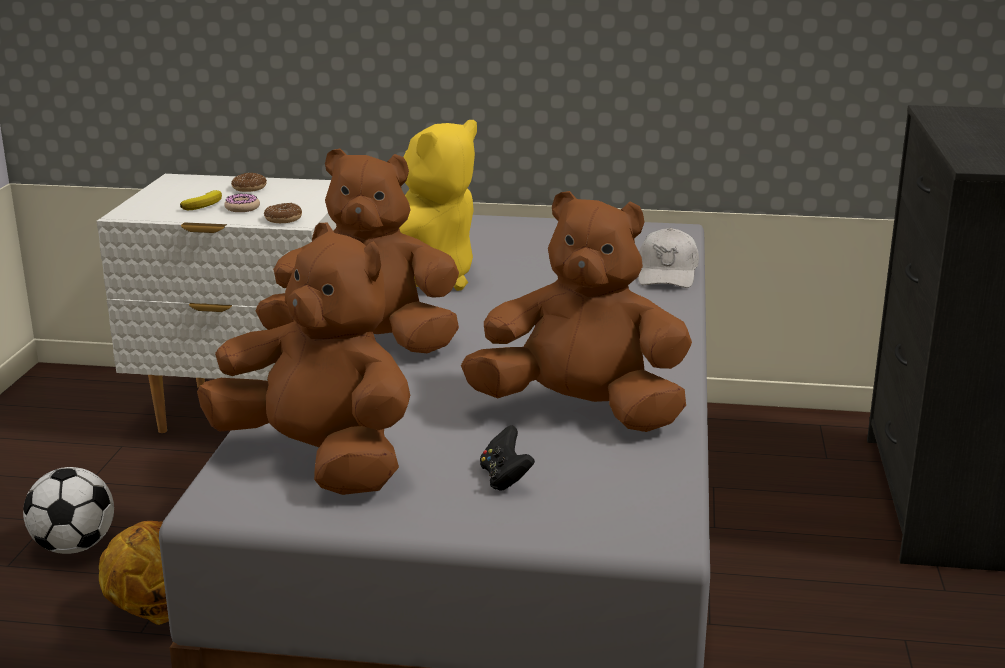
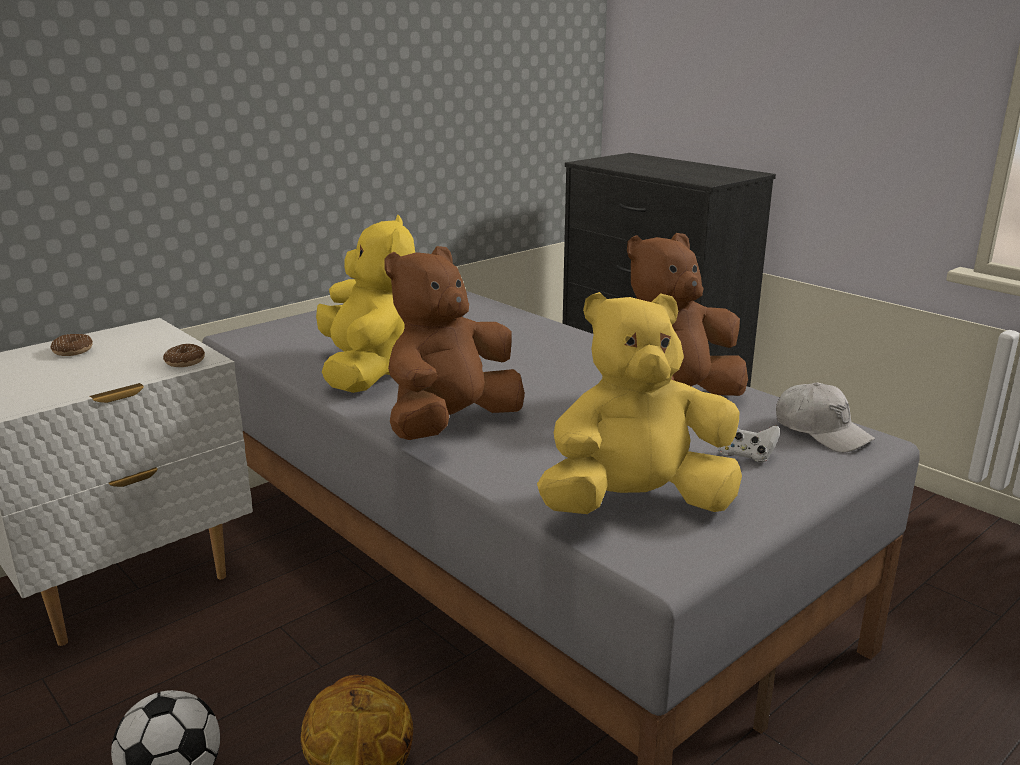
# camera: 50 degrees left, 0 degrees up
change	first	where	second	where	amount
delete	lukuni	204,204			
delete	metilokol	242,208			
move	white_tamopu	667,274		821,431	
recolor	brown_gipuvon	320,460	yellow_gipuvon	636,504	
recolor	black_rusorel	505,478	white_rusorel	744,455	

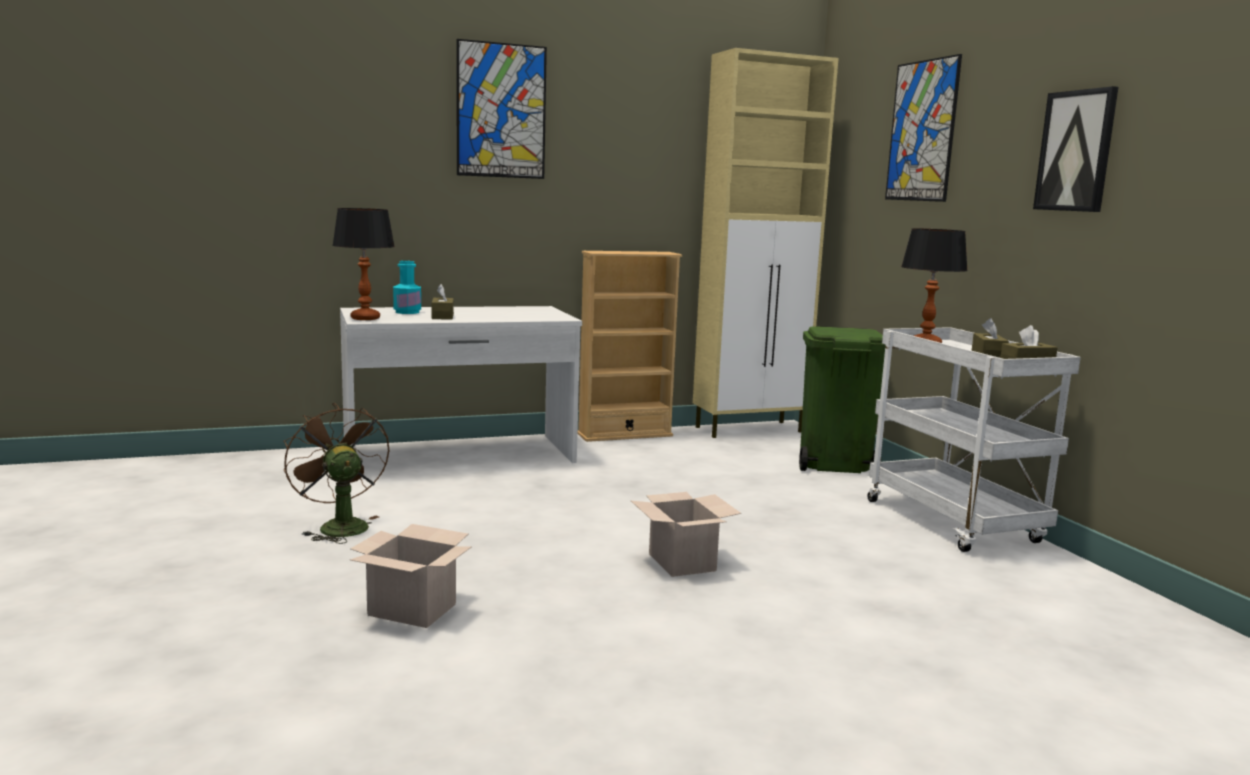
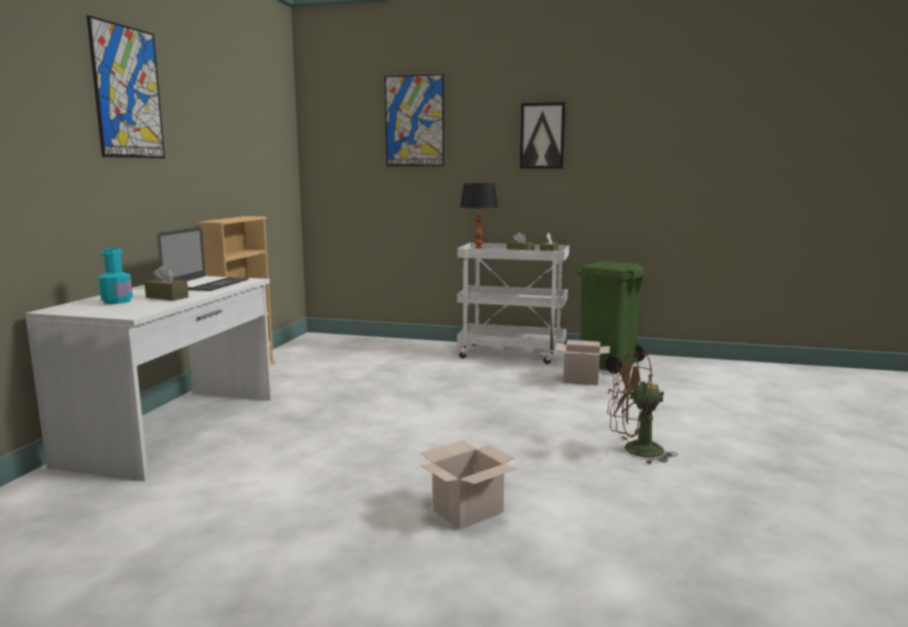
# camera: 55 degrees left, 0 degrees up
change	first	where	second	where	amount
delete	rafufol	365,318			
delete	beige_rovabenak	750,429			
insert			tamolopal	206,284	
move	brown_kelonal	338,526		635,451	
move	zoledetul	683,563		582,379	
move	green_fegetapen	833,464		607,364	

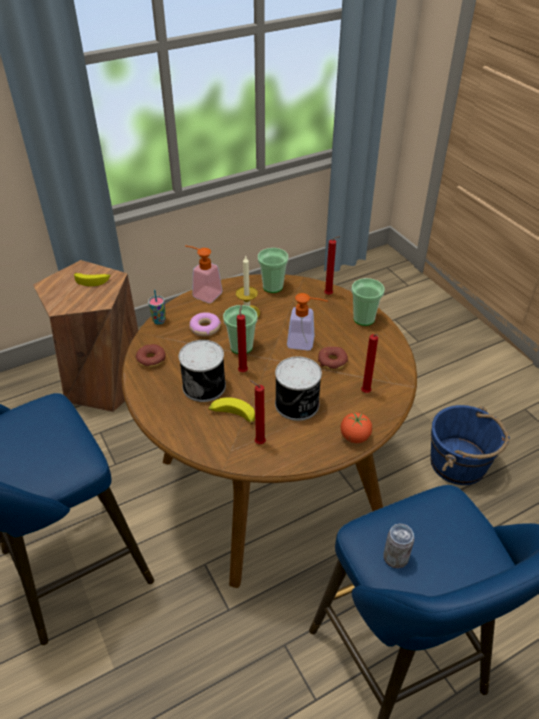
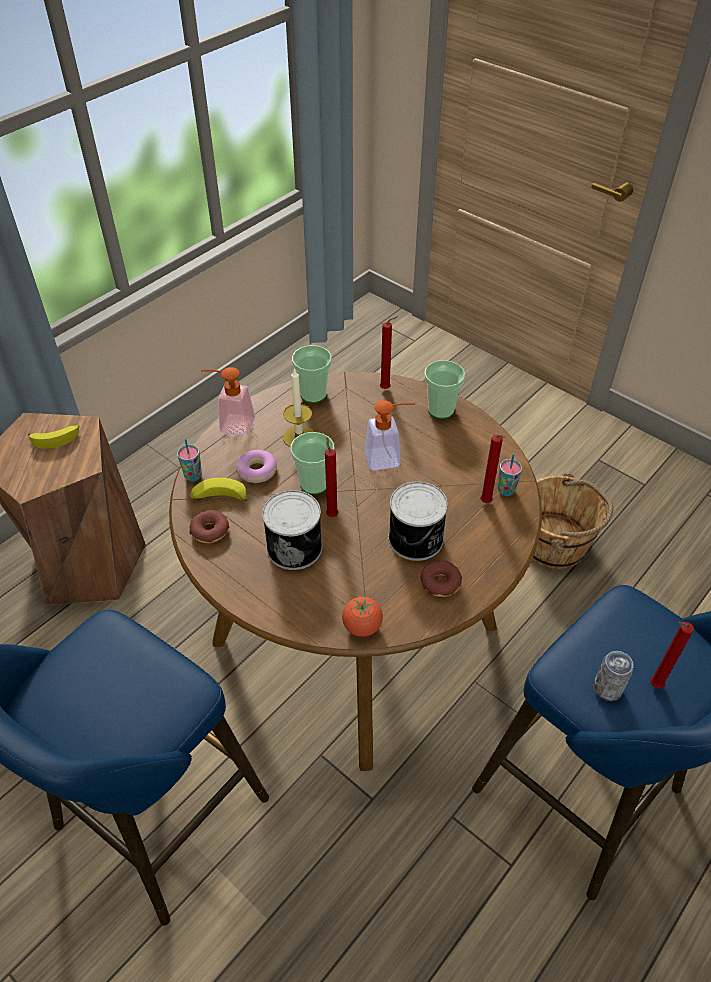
# camera: 20 degrees left, 5 degrees up
change	first	where	second	where	amount
insert			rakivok	506,491	
move	lukuni	232,415		219,498	
move	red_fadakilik	258,442		653,685	
move	metilokol	332,361		440,583	
move	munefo	355,437		362,626	
recolor	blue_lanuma	459,463	brown_lanuma	555,544	

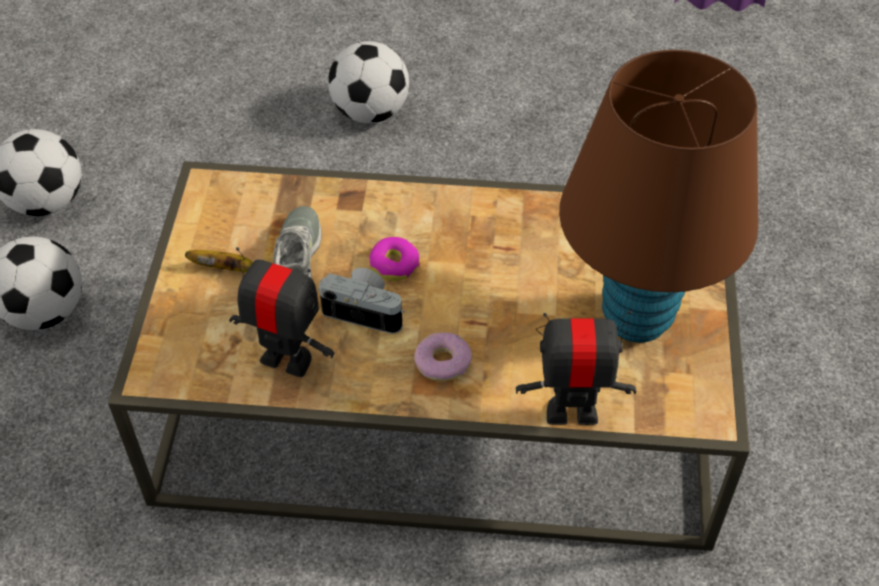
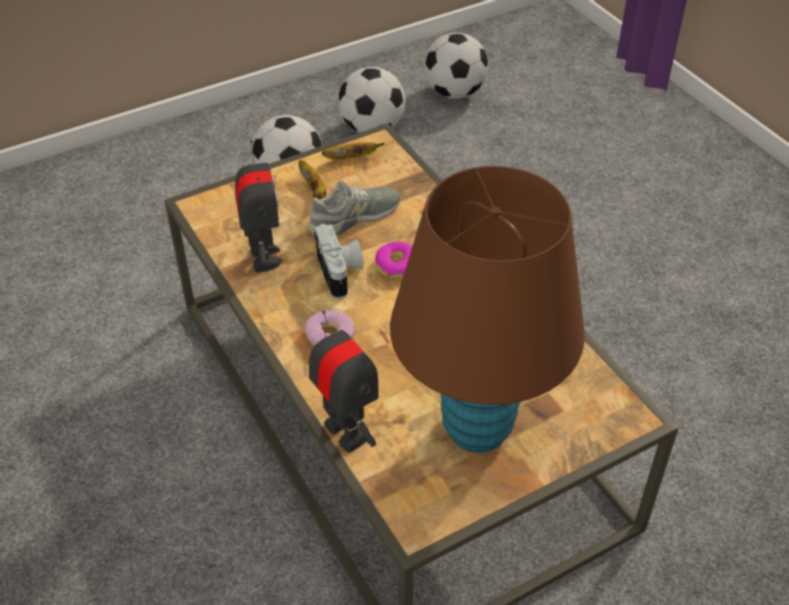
# camera: 55 degrees right, 5 degrees down
change	first	where	second	where	amount
insert			lukuni	351,158	
move	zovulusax	370,112		454,92	

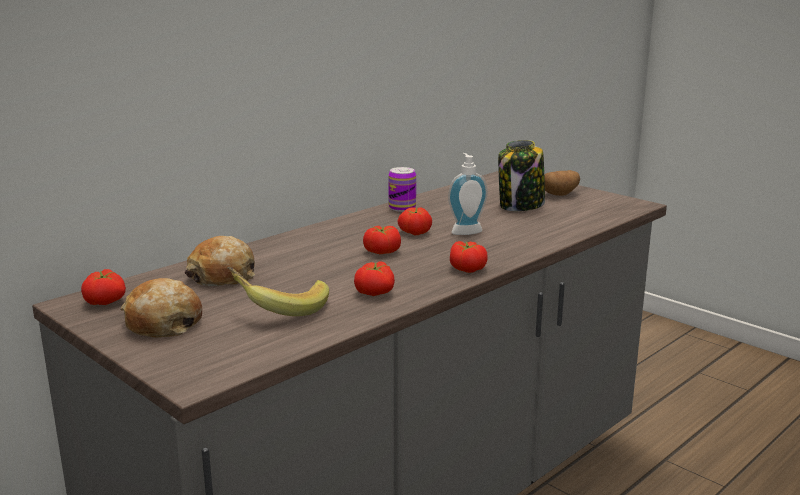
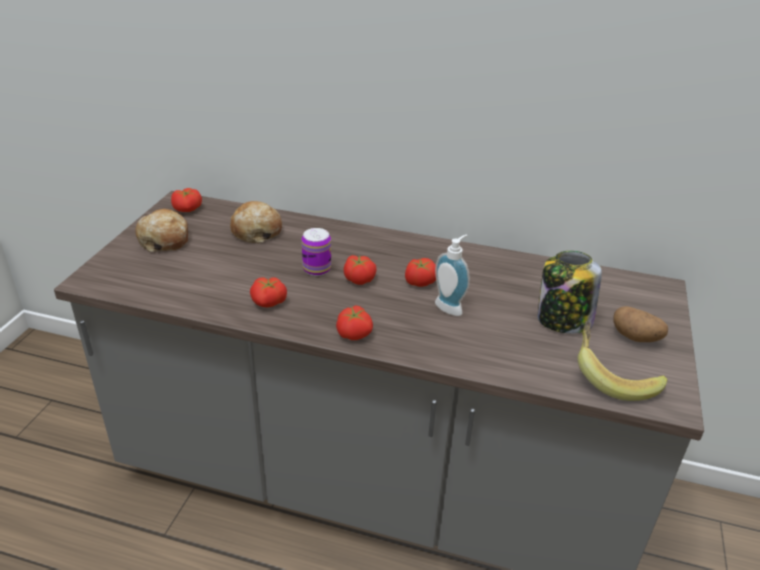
# camera: 60 degrees right, 15 degrees up
change	first	where	second	where	amount
move	lukuni	280,308		612,377	
move	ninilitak	402,208		317,269	

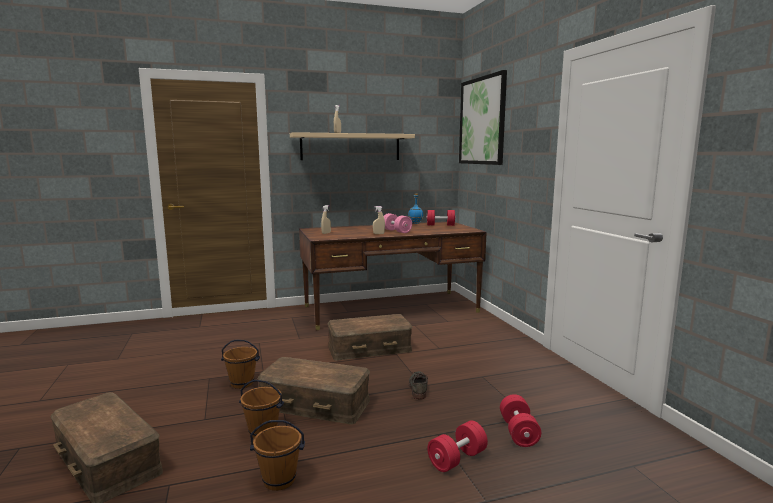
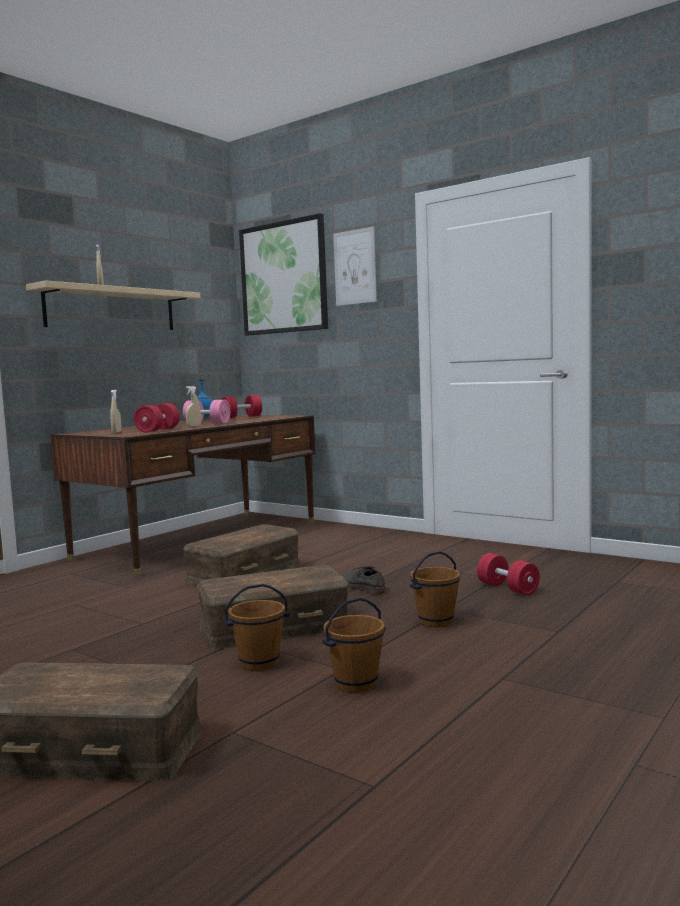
# camera: 35 degrees left, 5 degrees down
change	first	where	second	where	amount
insert			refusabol	355,267	
move	brown_lanuma	242,383		435,621	
move	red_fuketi	457,459		158,430	

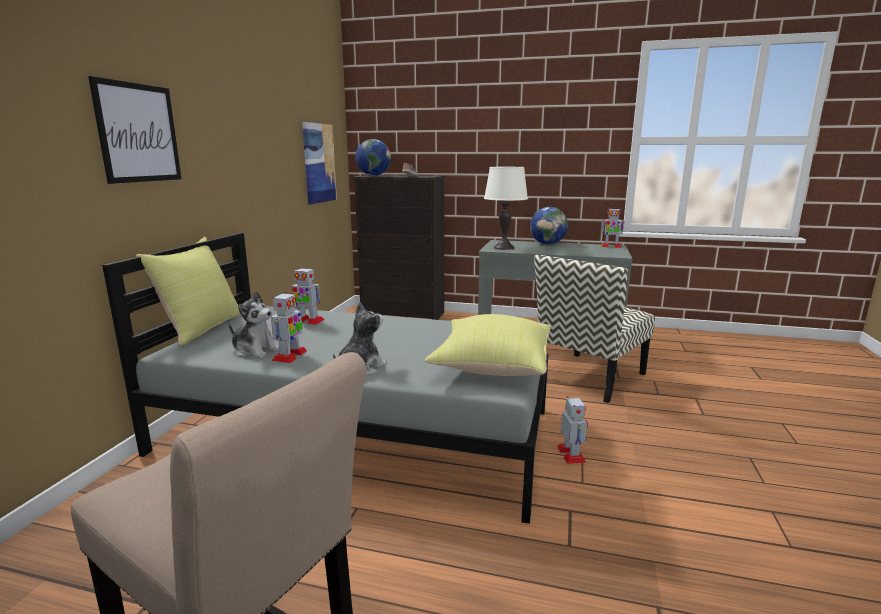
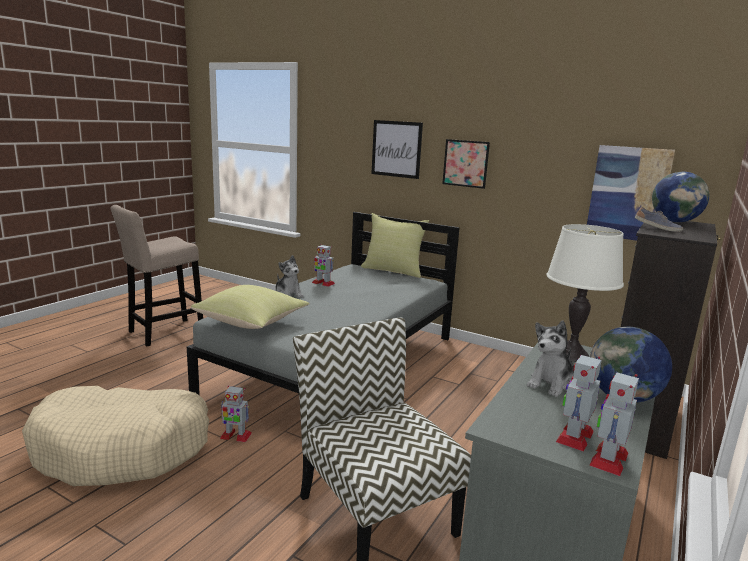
# camera: 105 degrees right, 0 degrees up
change	first	where	second	where	amount
insert			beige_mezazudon	123,449	
insert			refusabol	465,163	
move	gipuvon	255,350		552,384	
move	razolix	307,321		574,436	

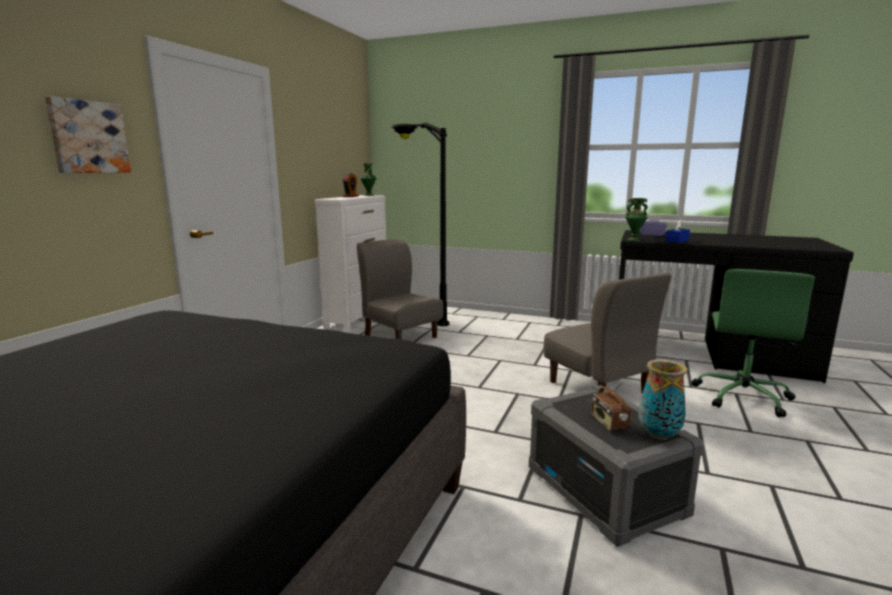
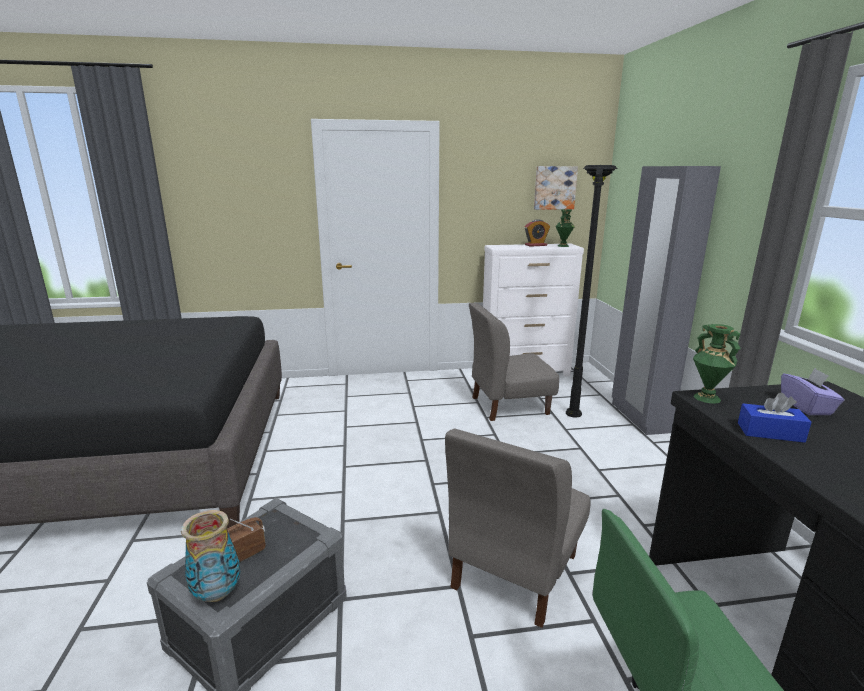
# camera: 60 degrees right, 5 degrees up
change	first	where	second	where	amount
insert			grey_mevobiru	639,417	
move	refusabol	88,137		554,187	
rotate	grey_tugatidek	400,336		508,405	120 degrees counterclockwise

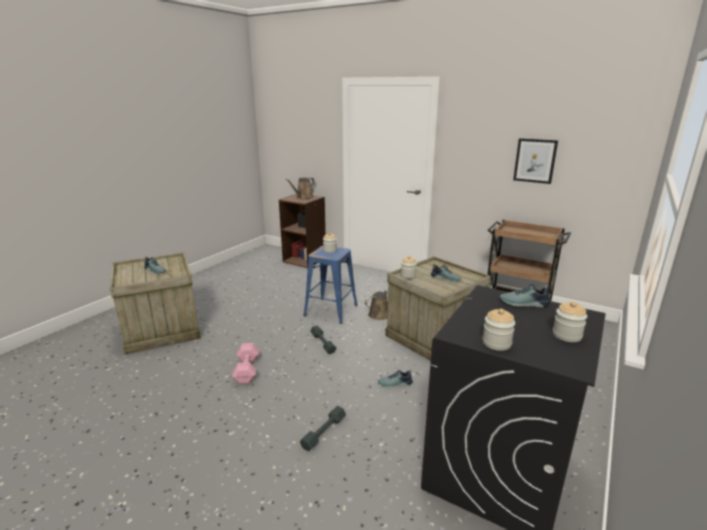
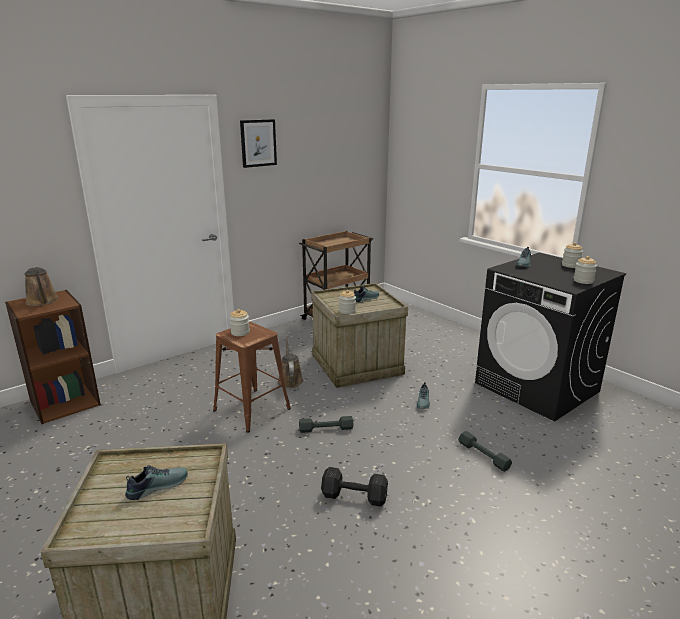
# camera: 70 degrees left, 0 degrees up
change	first	where	second	where	amount
move	refusabol	535,160		258,143	
recolor	pink_fuketi	247,370	black_fuketi	353,496	
recolor	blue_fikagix	331,310	brown_fikagix	252,409	

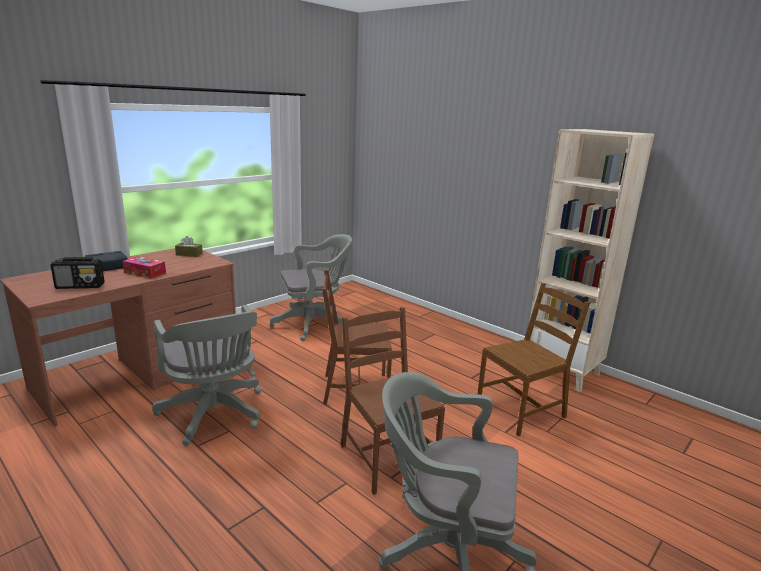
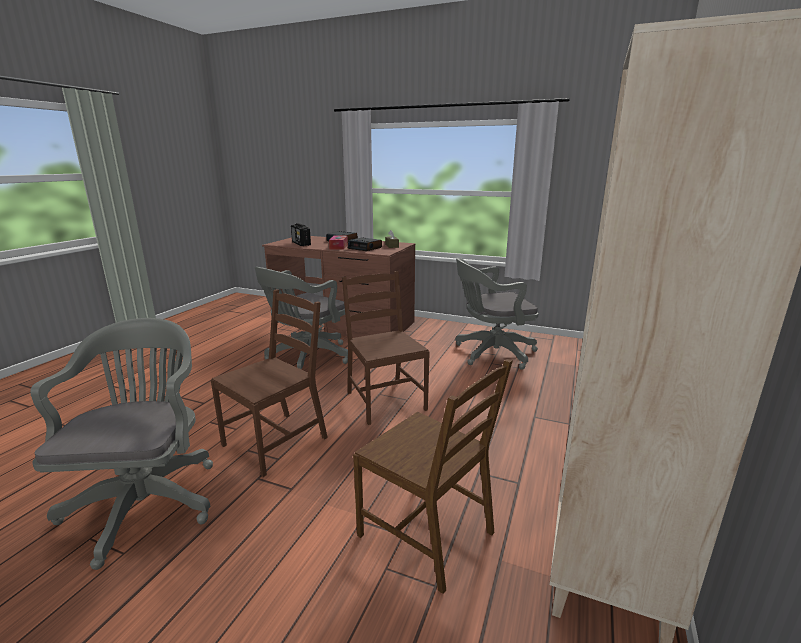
# camera: 70 degrees right, 0 degrees up
change	first	where	second	where	amount
insert			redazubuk	365,248	
rotate	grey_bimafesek	314,324		491,353	120 degrees clockwise

